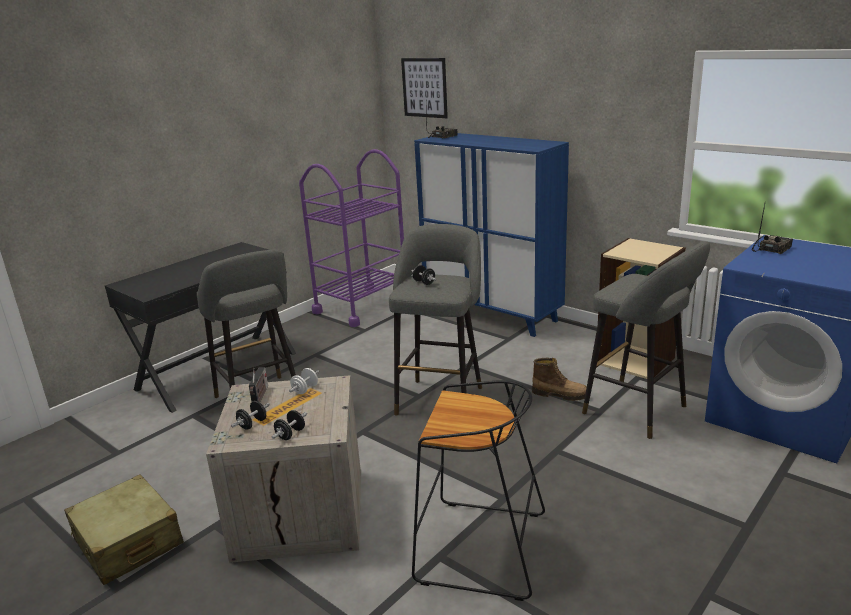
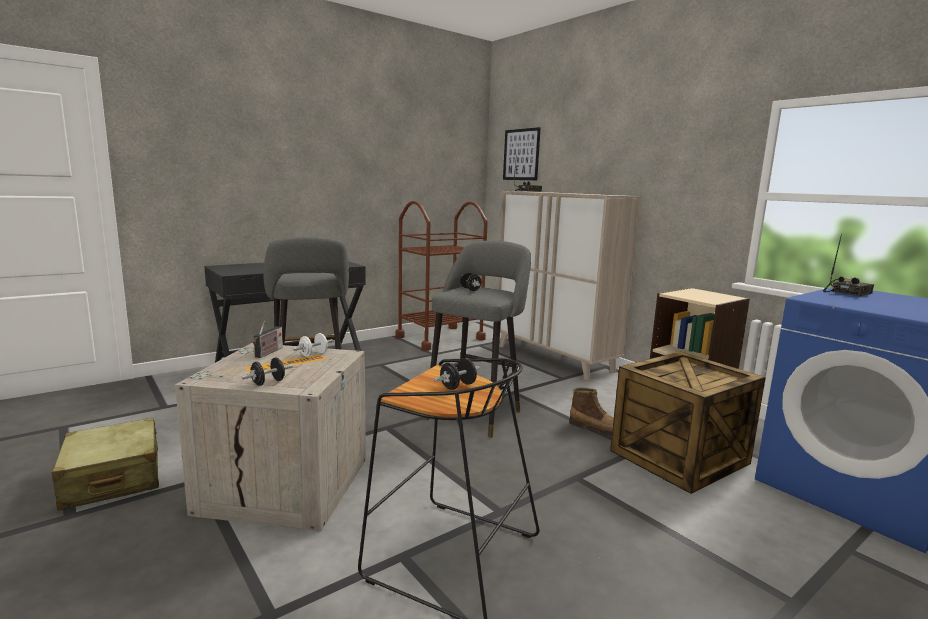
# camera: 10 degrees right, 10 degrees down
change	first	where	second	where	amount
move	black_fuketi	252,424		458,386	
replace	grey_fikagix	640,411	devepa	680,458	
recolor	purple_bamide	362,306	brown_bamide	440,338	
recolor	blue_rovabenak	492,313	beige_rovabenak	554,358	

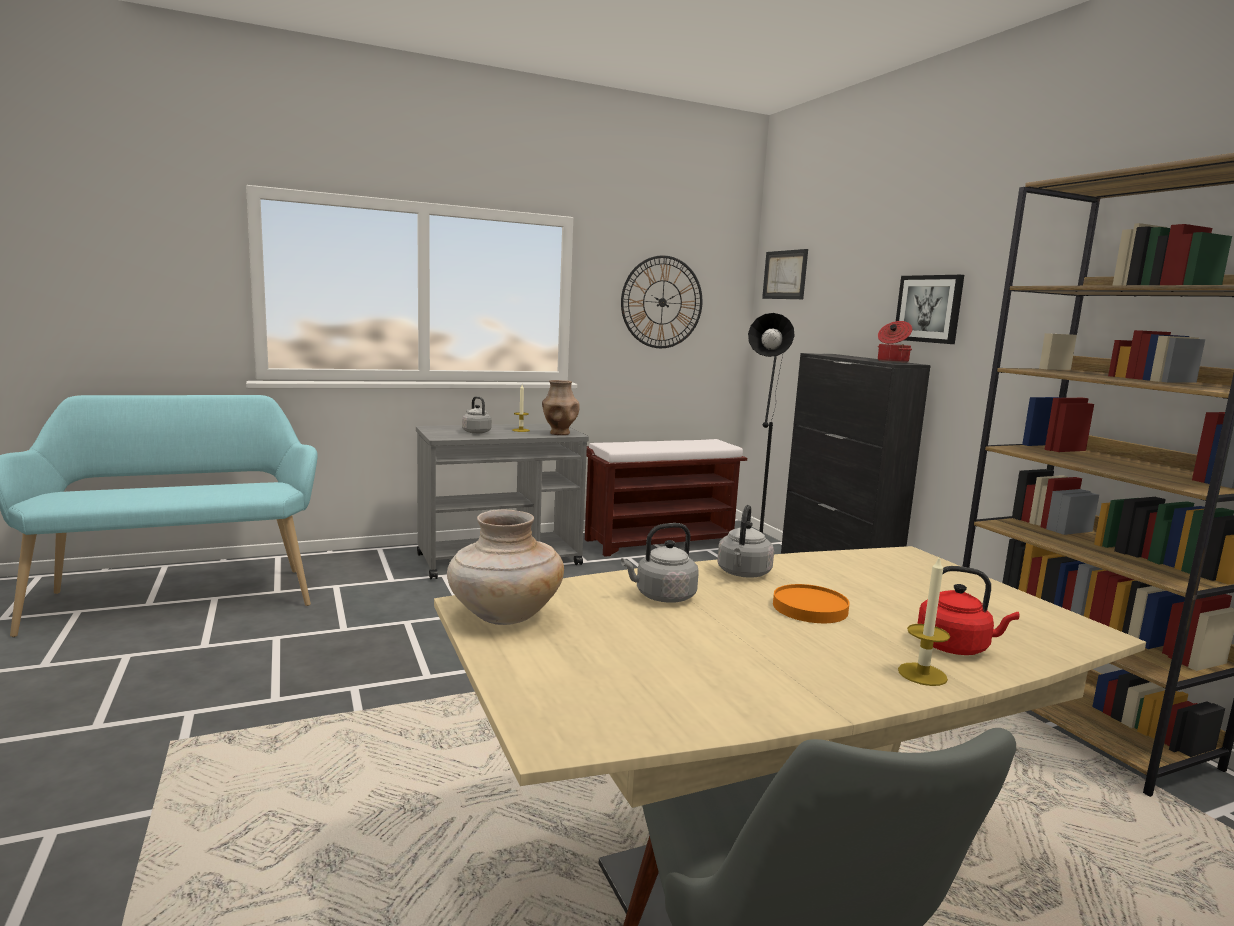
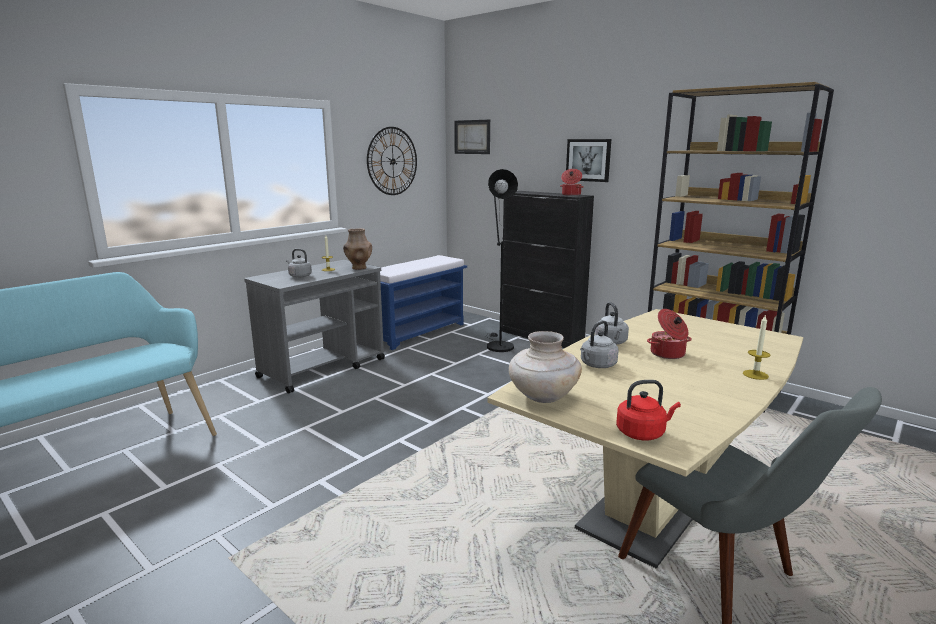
# camera: 25 degrees left, 5 degrees up
change	first	where	second	where	amount
move	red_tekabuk	956,647		642,433	
replace	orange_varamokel	810,608	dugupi	668,354	
recolor	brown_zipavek	660,541	blue_zipavek	417,332	

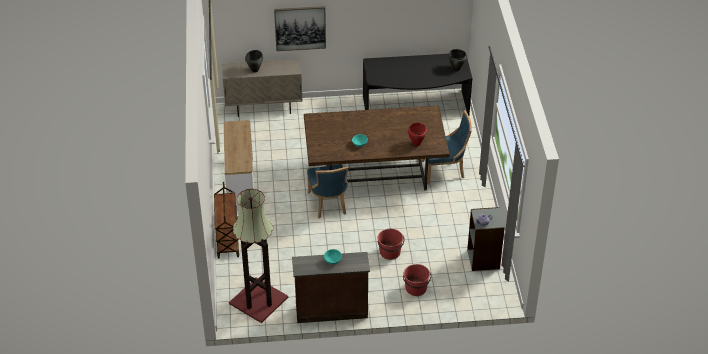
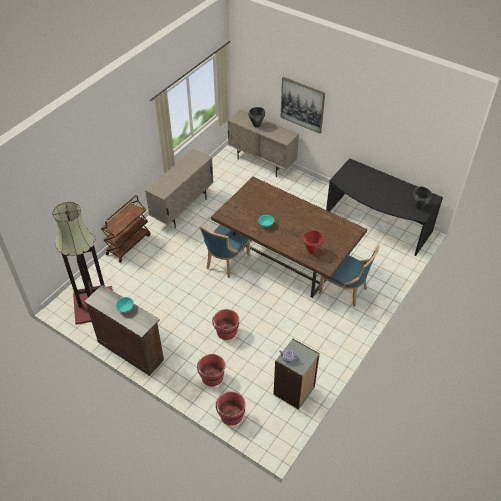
# camera: 40 degrees right, 5 degrees up
change	first	where	second	where	amount
insert			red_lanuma	231,416	
replace	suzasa	240,184	beige_rovabenak	183,209	

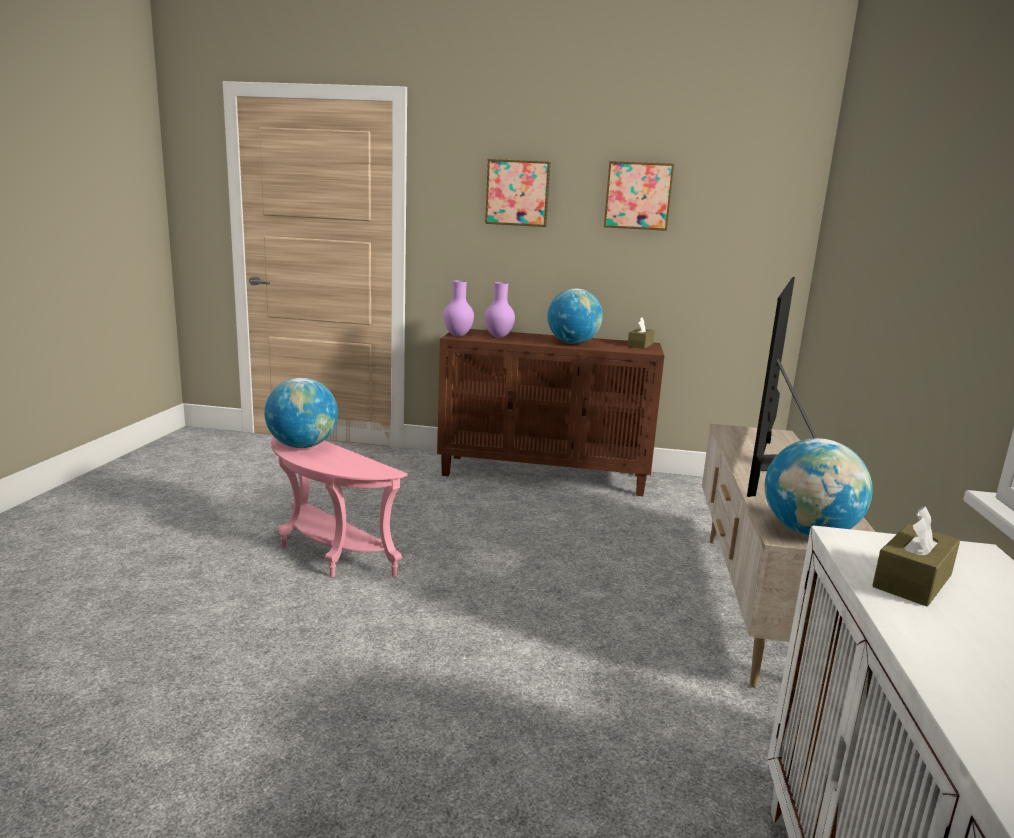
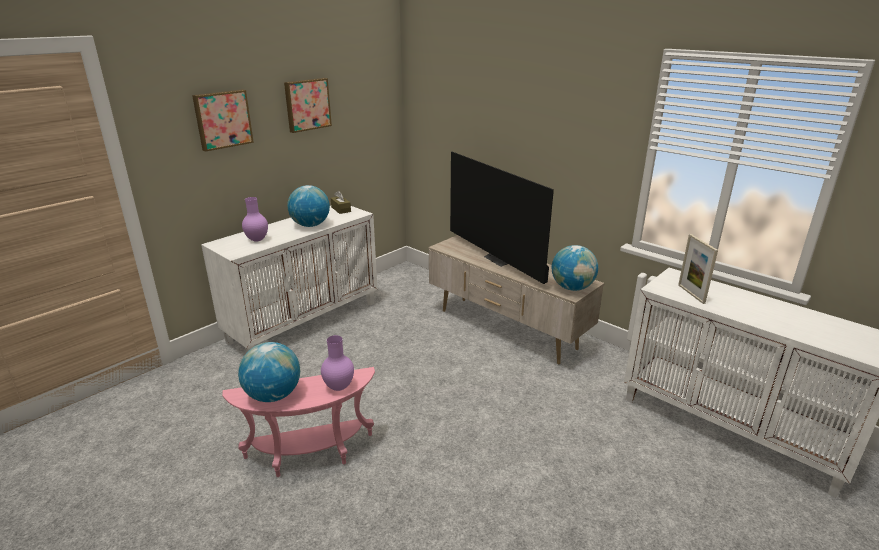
# camera: 55 degrees left, 10 degrees up
change	first	where	second	where	amount
move	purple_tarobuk	458,335		338,387	
replace	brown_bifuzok	912,581	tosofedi	691,294	
recolor	brown_rovabenak	545,475	white_rovabenak	304,321	

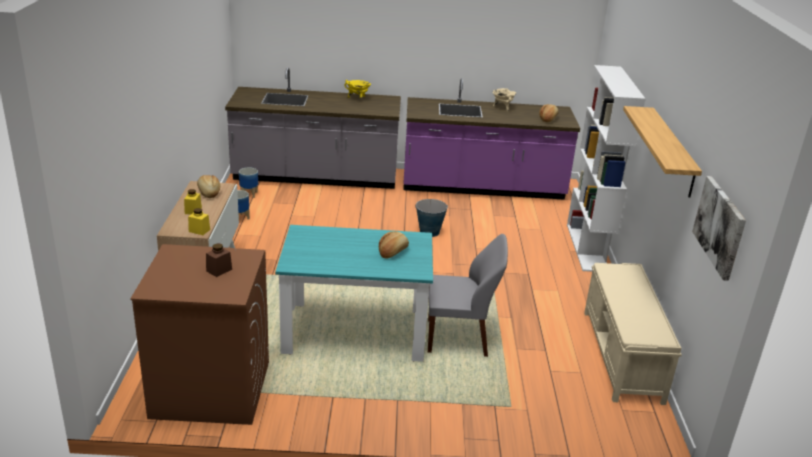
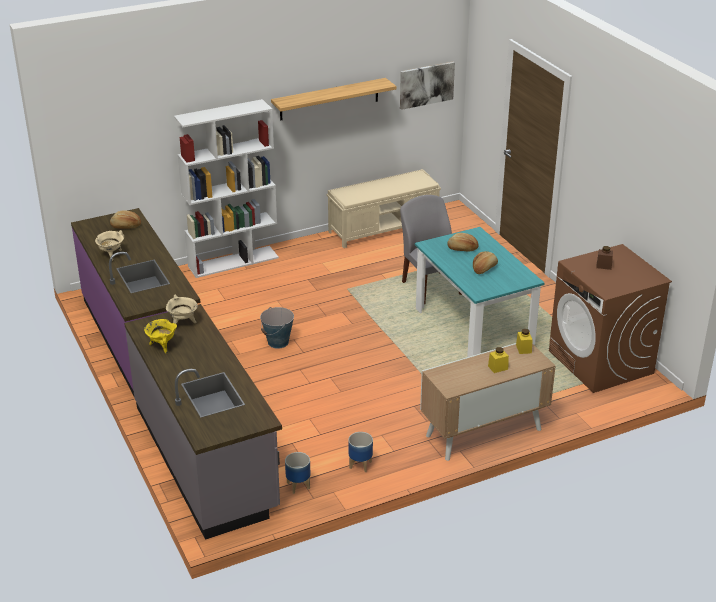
# camera: 115 degrees left, 5 degrees up
change	first	where	second	where	amount
insert			beige_dugupi	183,322	
move	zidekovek	208,192		484,268	

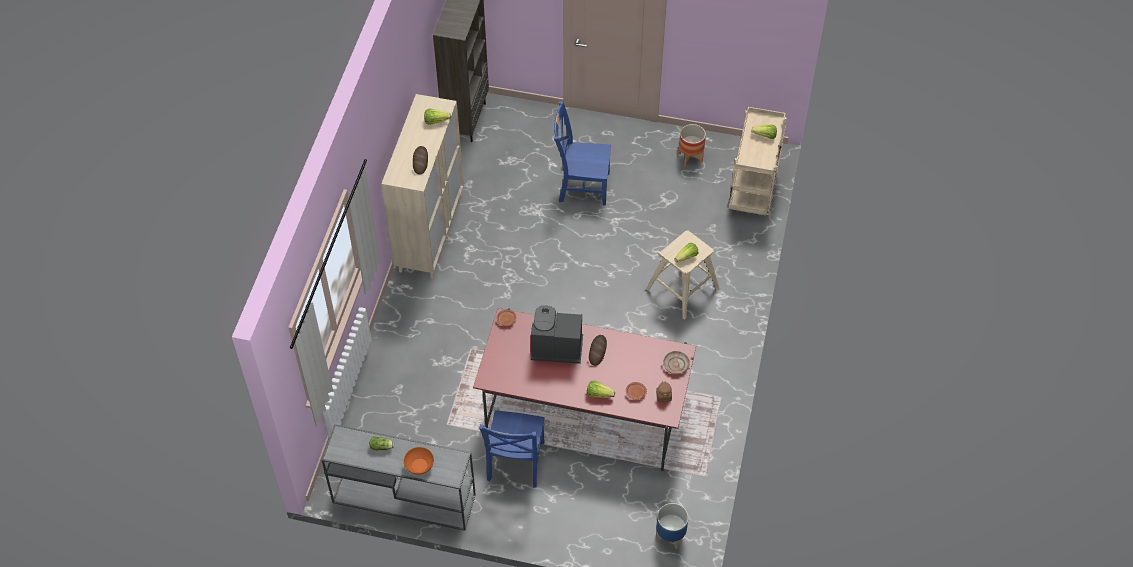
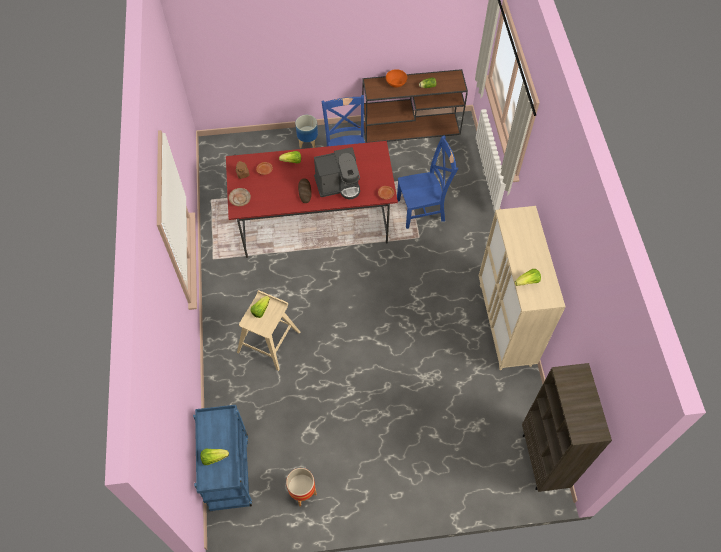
# camera: 160 degrees right, 5 degrees up
change	first	where	second	where	amount
delete	zidekovek	420,161			
move	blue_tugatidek	581,186		423,210	
move	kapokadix	670,536		308,142	
recolor	grey_suzasa	402,498	brown_suzasa	412,128	
recolor	beige_bamide	753,190	blue_bamide	229,472	

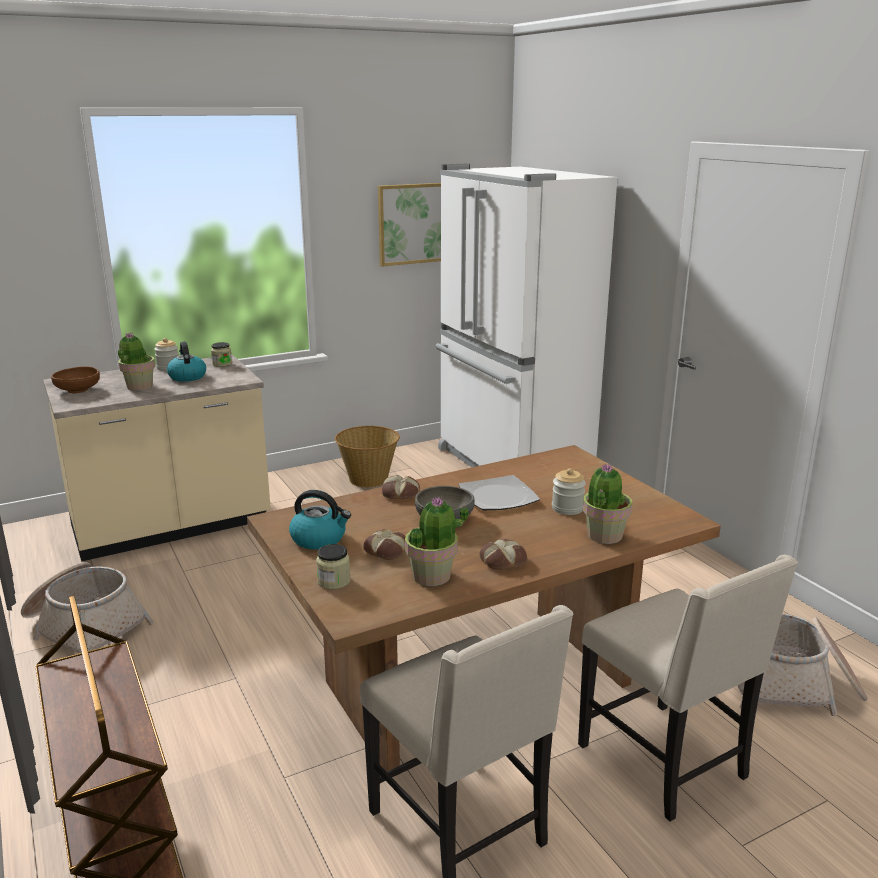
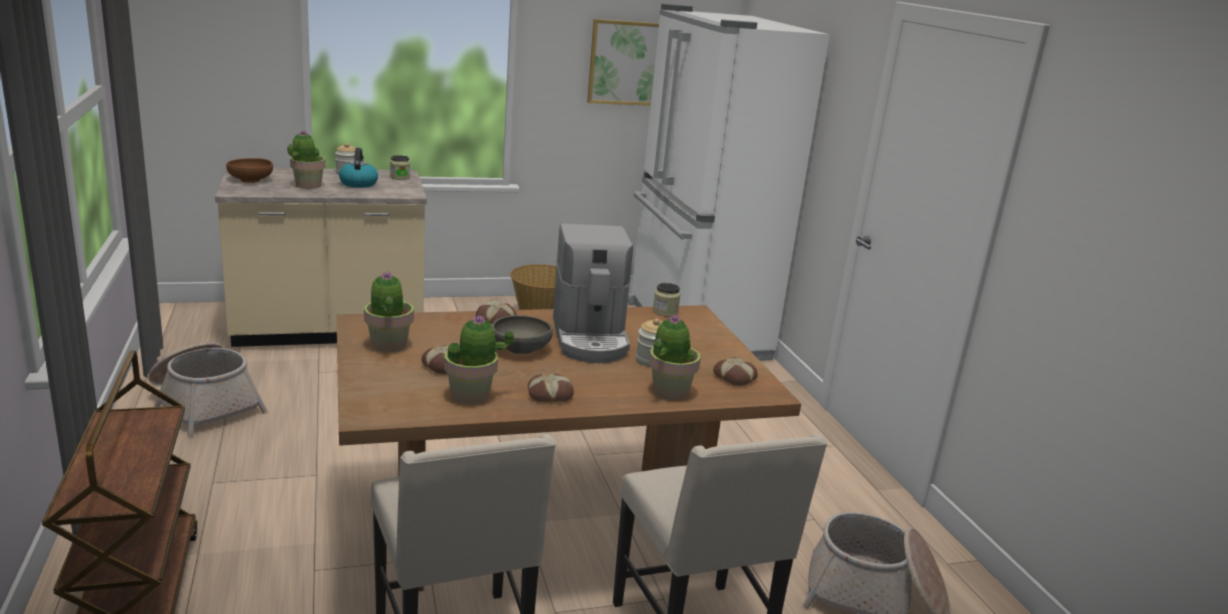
# camera: 10 degrees right, 0 degrees up
change	first	where	second	where	amount
insert			zidekovek	735,377	
move	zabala	334,581		665,312	
replace	tekabuk	319,539	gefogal	388,345	
replace	varamokel	498,496	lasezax	590,338	

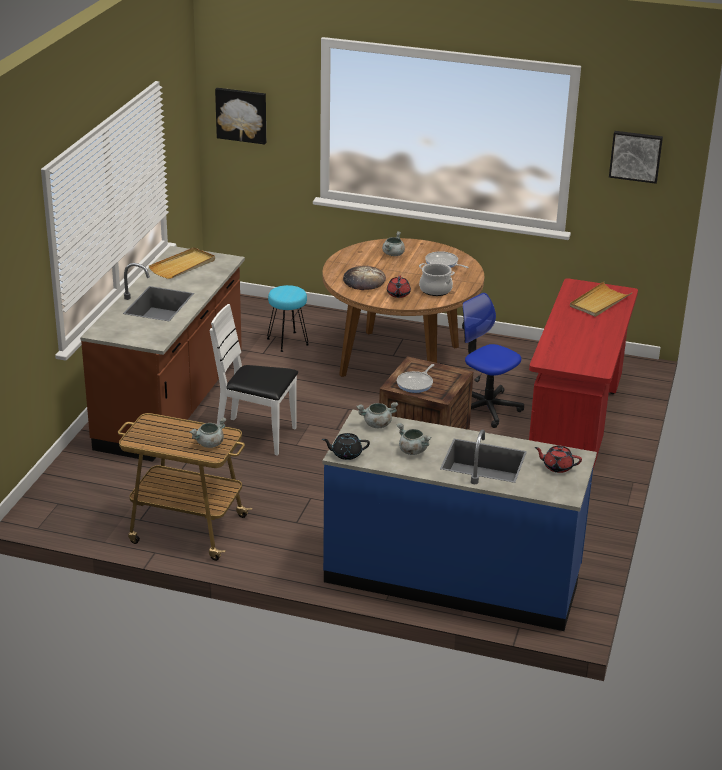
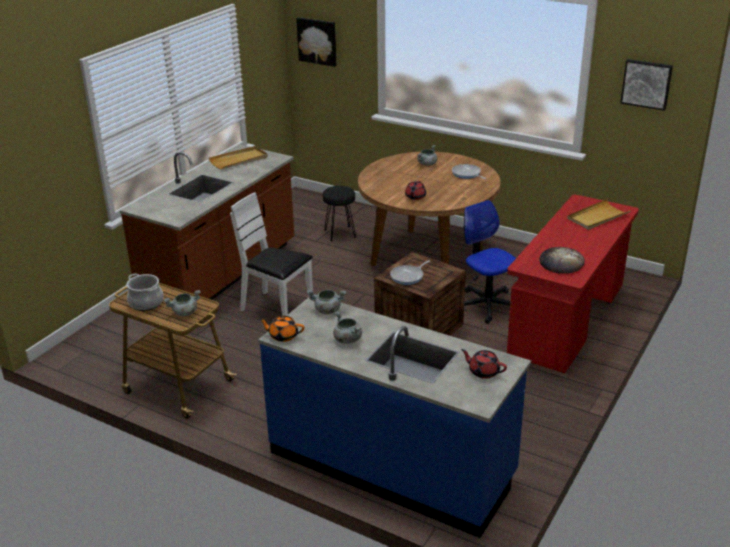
# camera: 15 degrees right, 0 degrees up
change	first	where	second	where	amount
move	zidekovek	364,281		561,263	
move	dugupi	435,290		146,303	
recolor	turquoise_fikagix	287,341	black_fikagix	340,233	
recolor	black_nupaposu	346,454	orange_nupaposu	283,336	

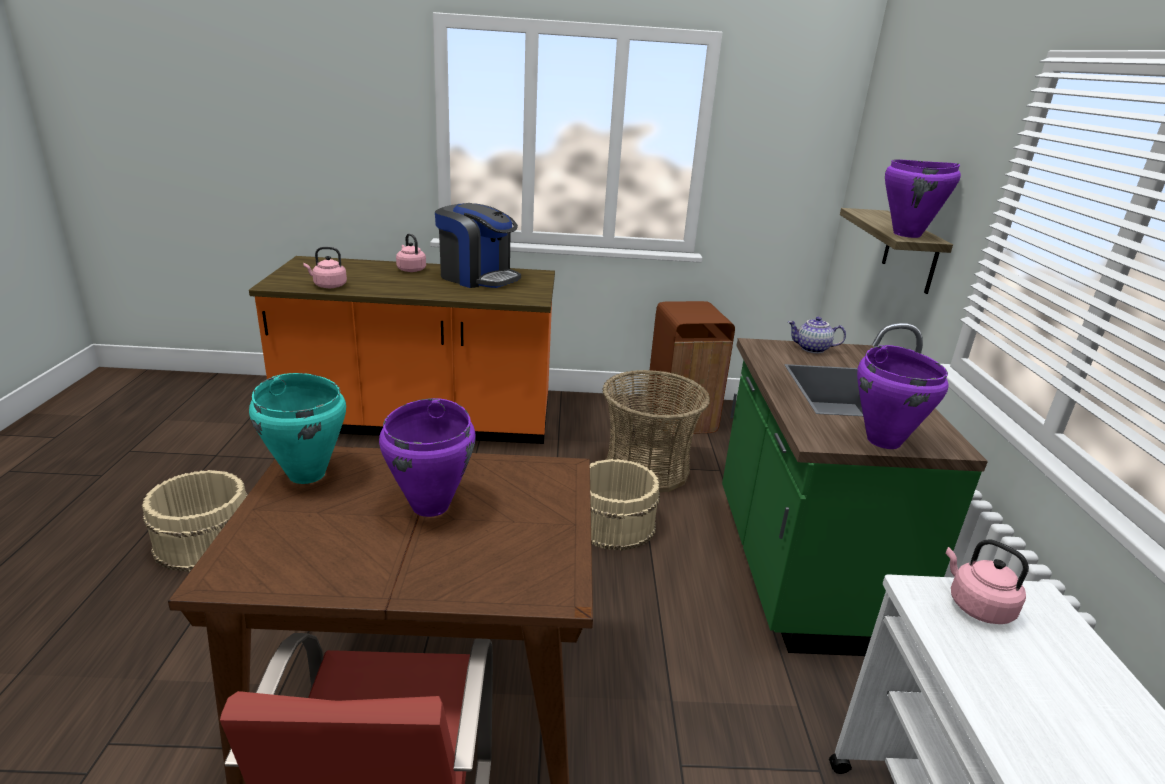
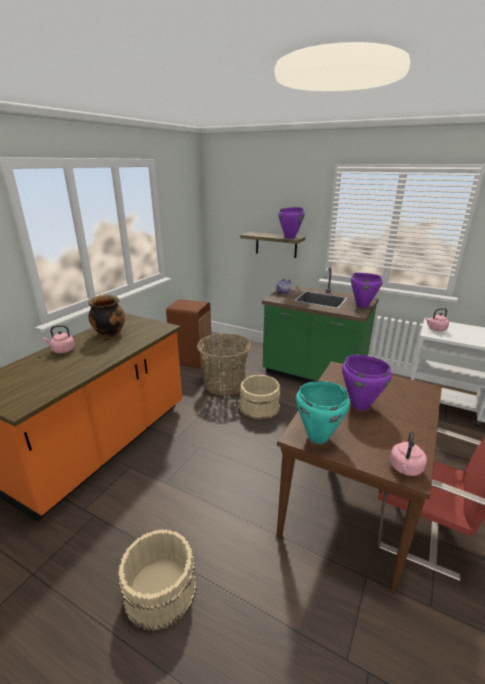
# camera: 60 degrees left, 0 degrees up
change	first	where	second	where	amount
move	pink_tekabuk	328,286		405,468	
replace	lasezax	478,277	dugupi	109,333	

